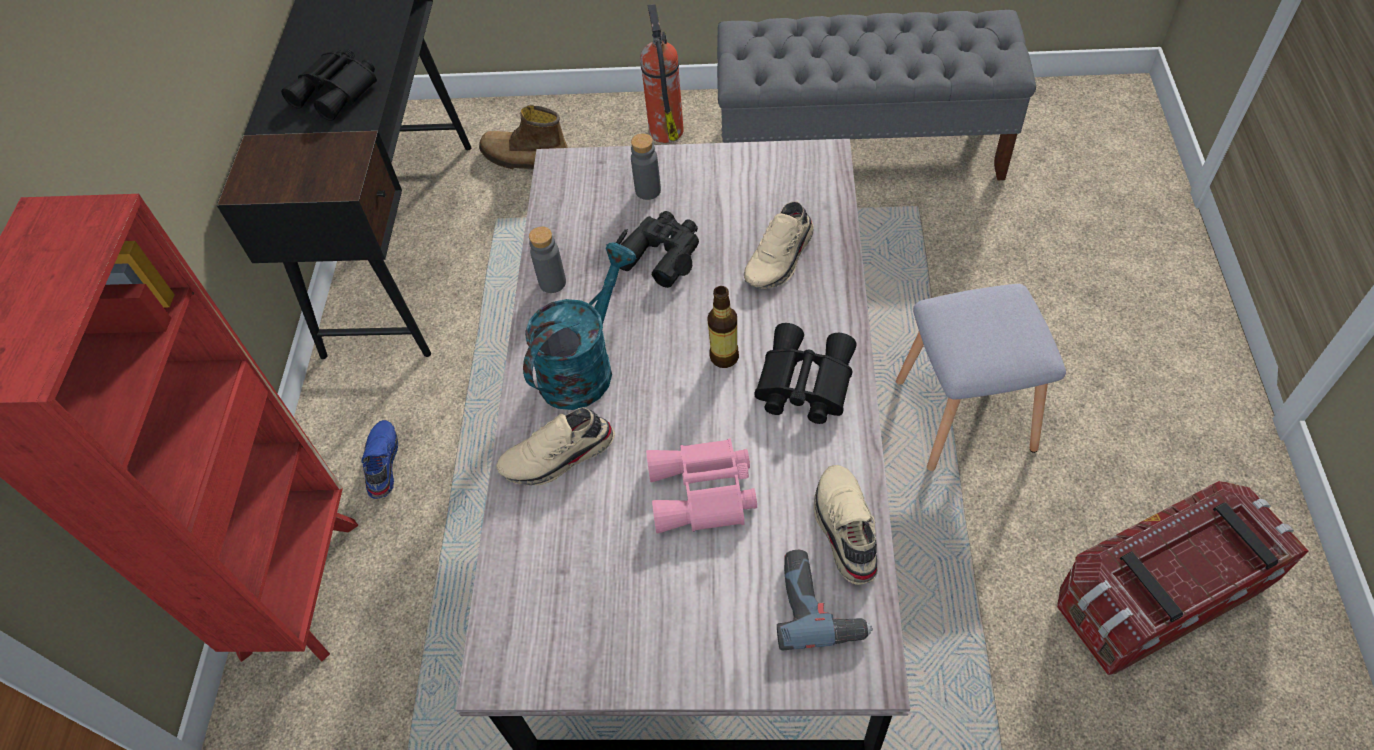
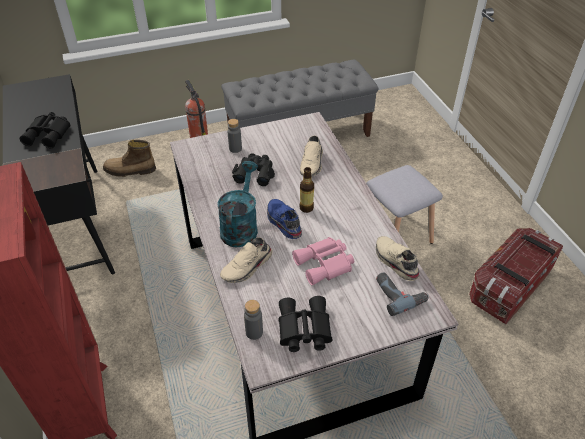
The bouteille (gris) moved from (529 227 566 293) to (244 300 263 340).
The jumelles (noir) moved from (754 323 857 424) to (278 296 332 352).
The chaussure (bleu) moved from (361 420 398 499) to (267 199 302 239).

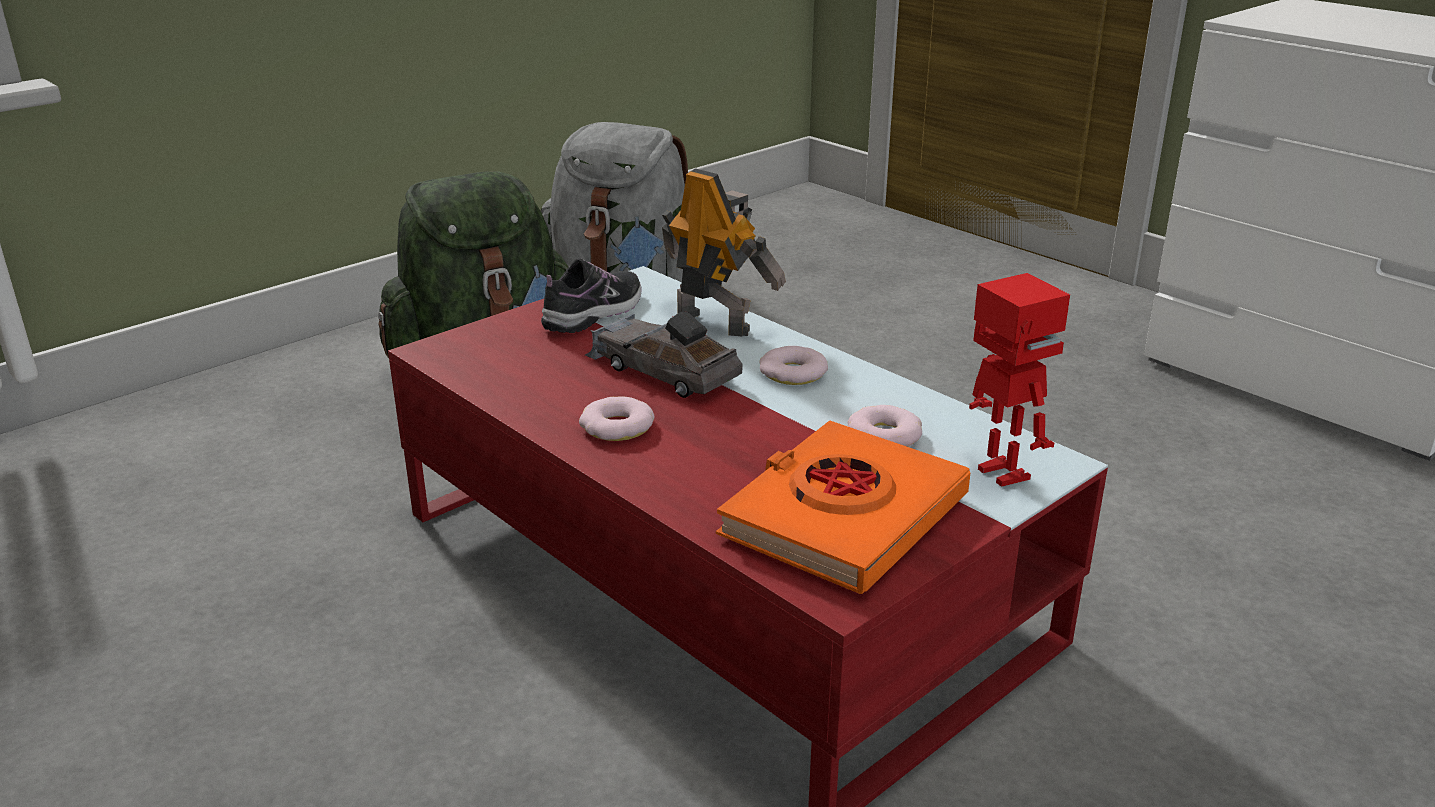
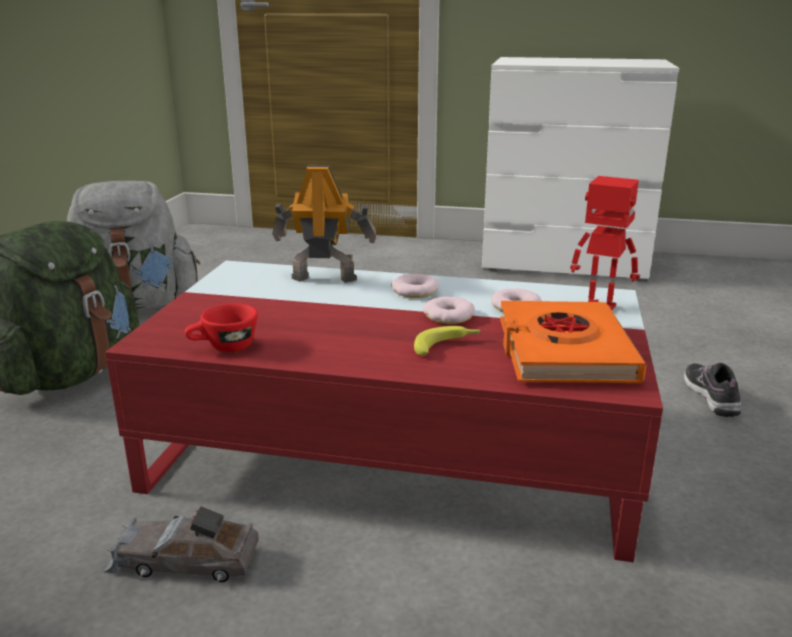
The chaussure moved from (541 258 642 333) to (684 363 742 417).
The petite voiture (gris) moved from (585 311 743 398) to (104 506 259 582).
The beignet moved from (579 396 654 441) to (423 297 475 324).
The tasse (rouge) at (185 303 258 352) appeared.
The banane at (414 326 481 356) appeared.

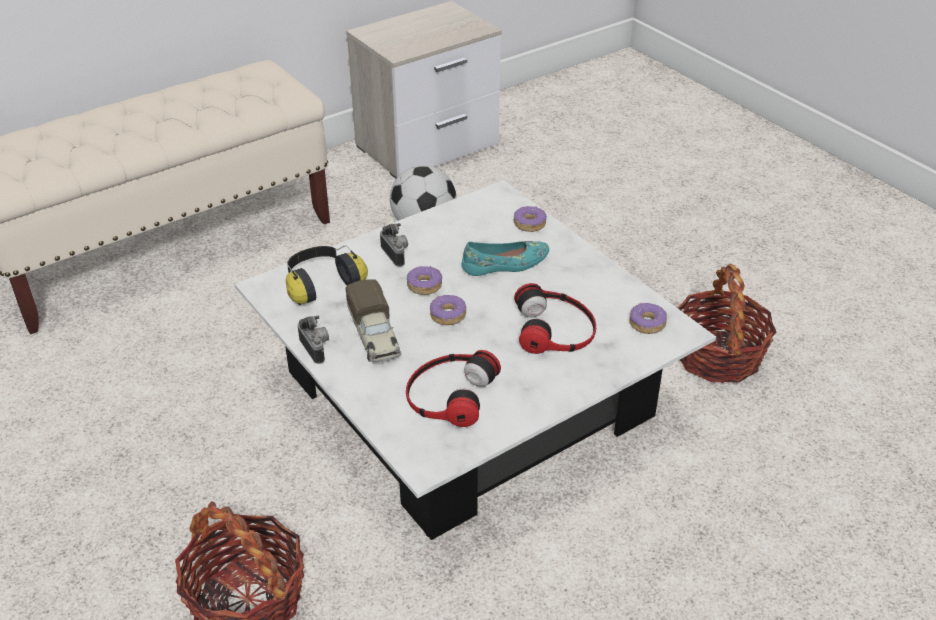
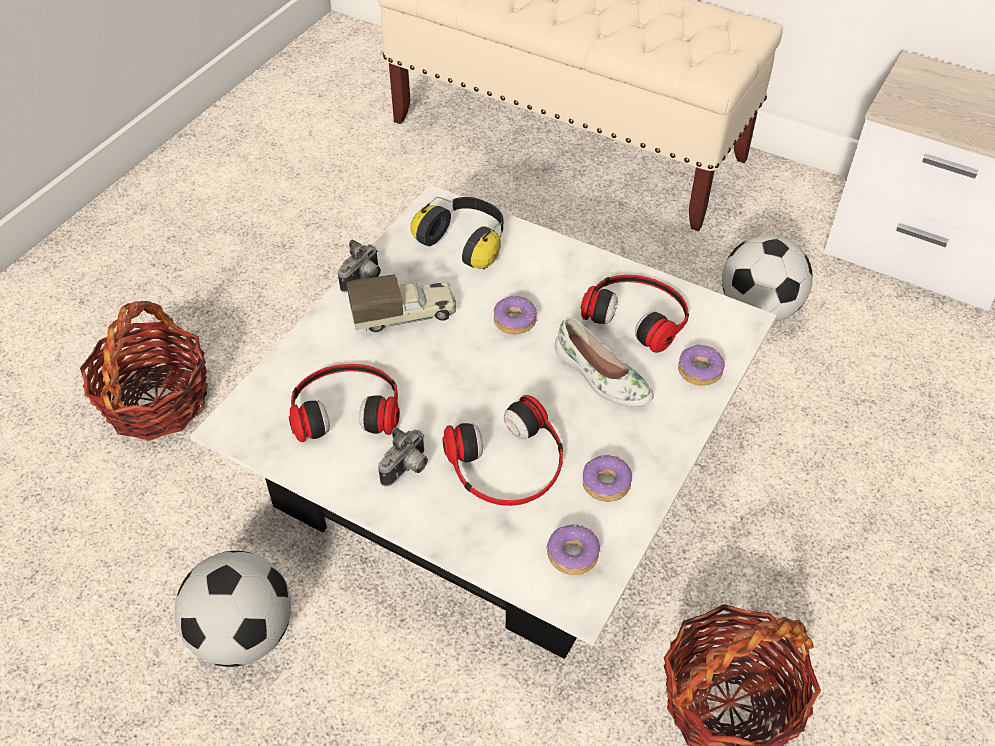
The appareil photo moved from (380 223 408 267) to (378 427 428 486).
The chaussure (turquoise) at (462 241 549 276) became the chaussure (blanc) at (555 317 654 407).
The camion jouet at (345 279 402 362) turned 150 degrees counterclockwise.
The beignet moved from (430 295 466 325) to (582 454 632 502).
The casque audio at (581 275 689 353) appeared.
The ballon de foot at (175 551 291 667) appeared.

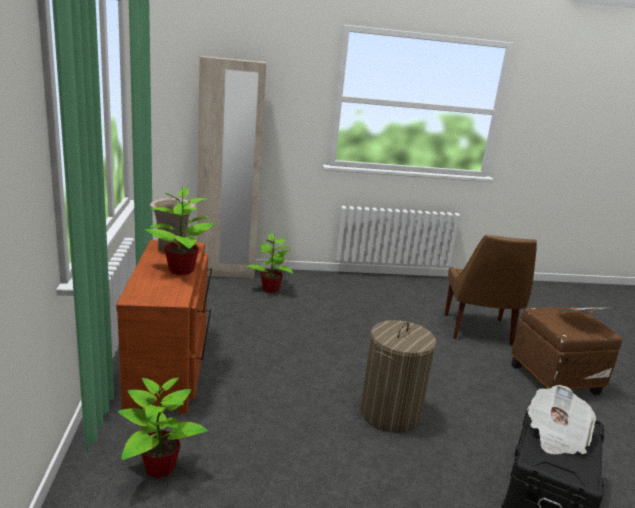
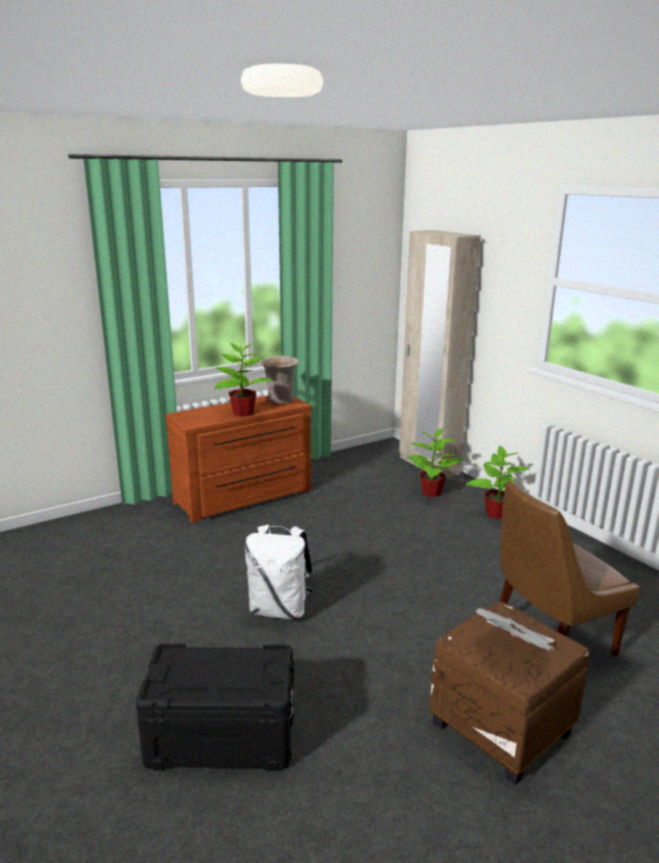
The panier à linge at (360 320 436 433) was replaced by the sac à dos (blanc) at (245 524 313 619).
The plante en pot moved from (118 377 208 478) to (465 446 530 519).
The journal at (527 385 596 454) disappeared.

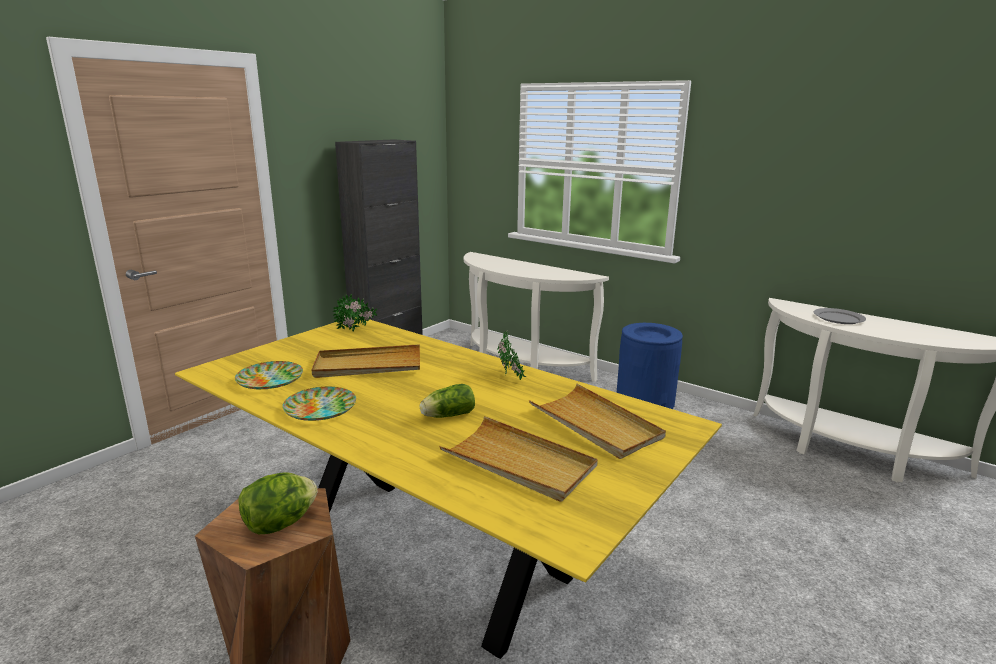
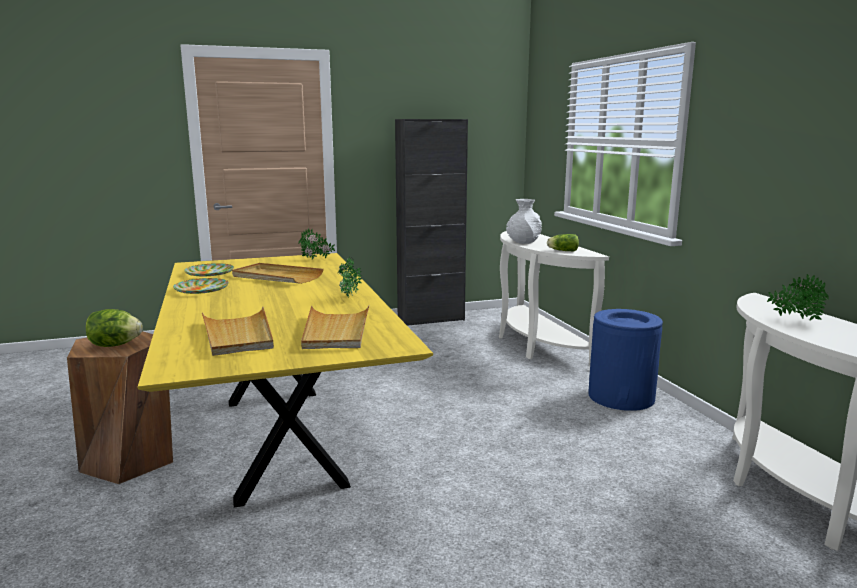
The assiette (gris) at (814 308 866 324) was replaced by the plante en pot at (767 274 829 321).
The laitue moved from (420 384 475 418) to (547 234 579 251).
The vase (blanc) at (506 199 542 244) appeared.

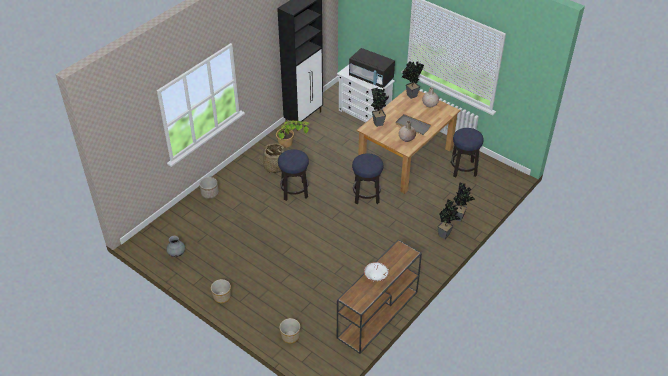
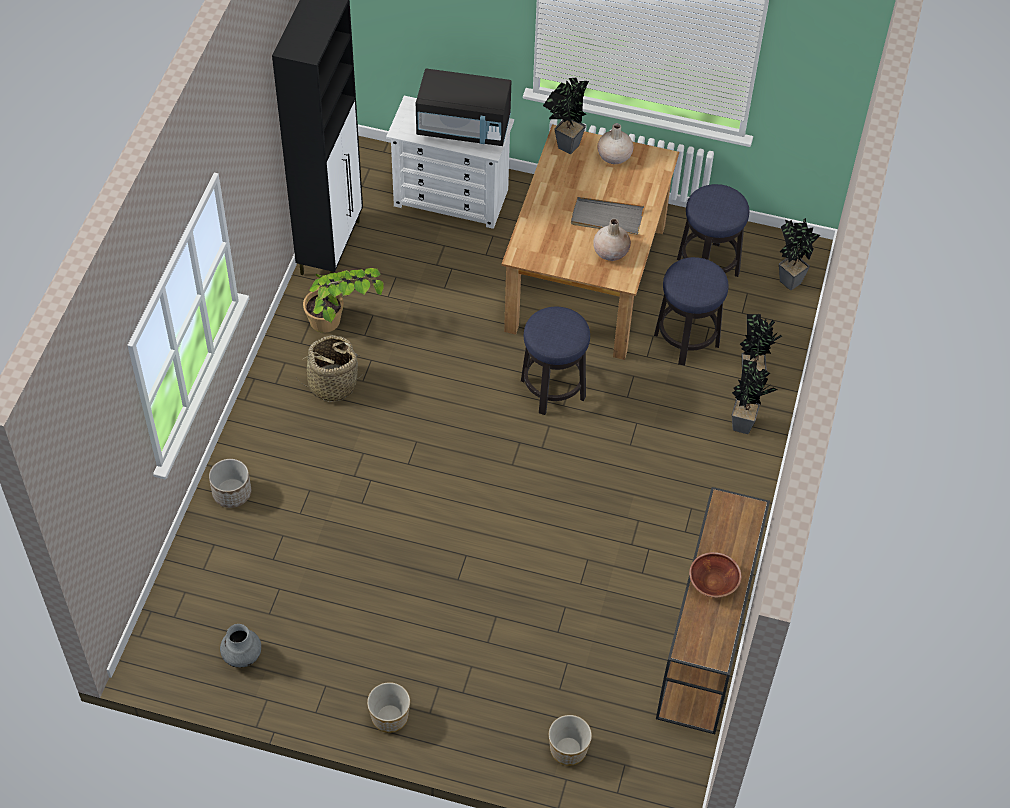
The plante en pot moved from (371 87 389 127) to (779 218 820 290).
The tabouret moved from (278 149 309 201) to (654 257 728 365).
The bol (blanc) at (364 262 389 282) became the bol (marron) at (689 552 741 598).

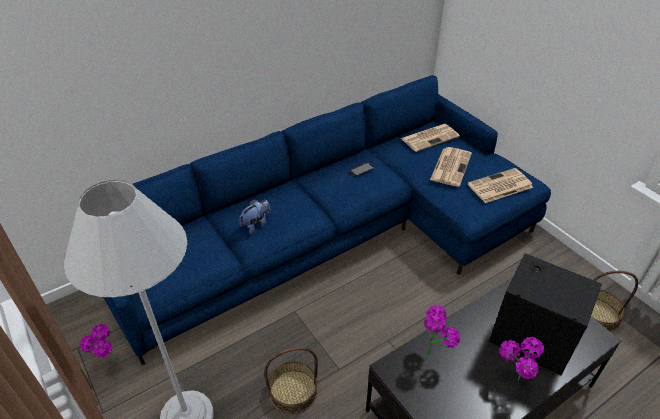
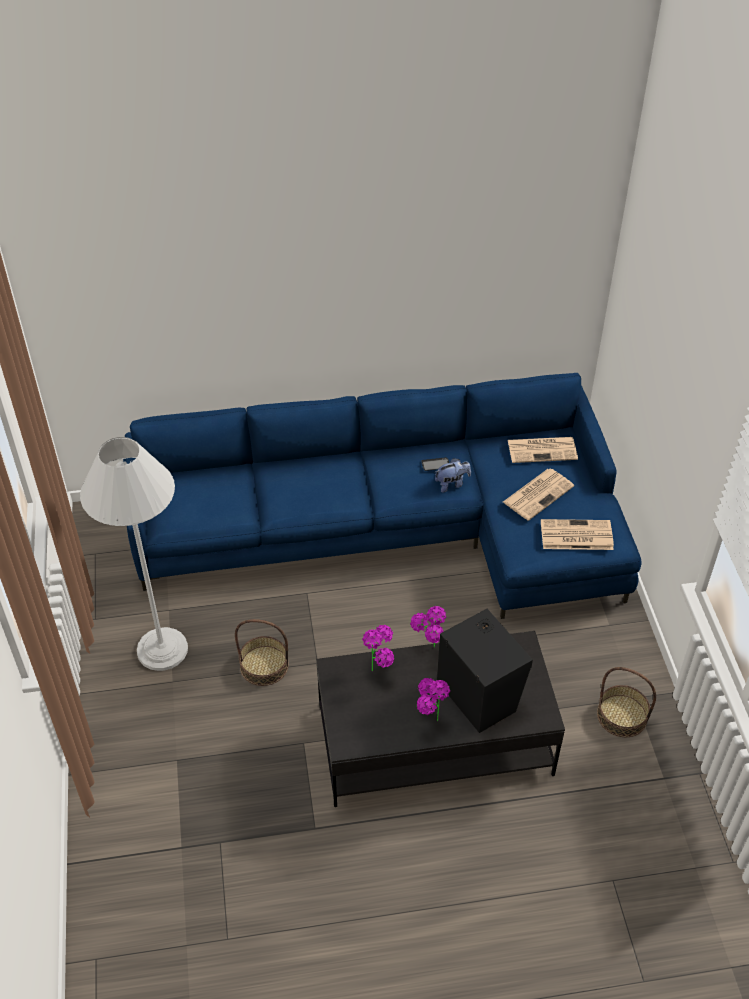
The peluche moved from (239 200 271 234) to (435 458 471 492).
The plante en pot moved from (80 324 114 360) to (410 606 446 648).

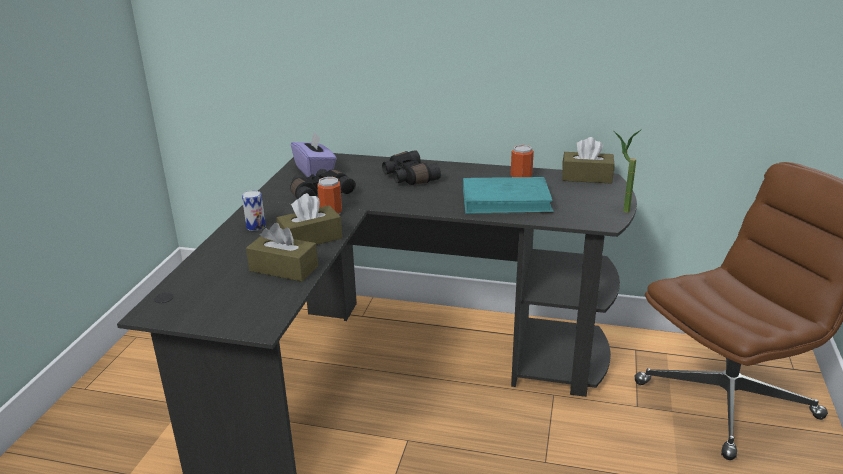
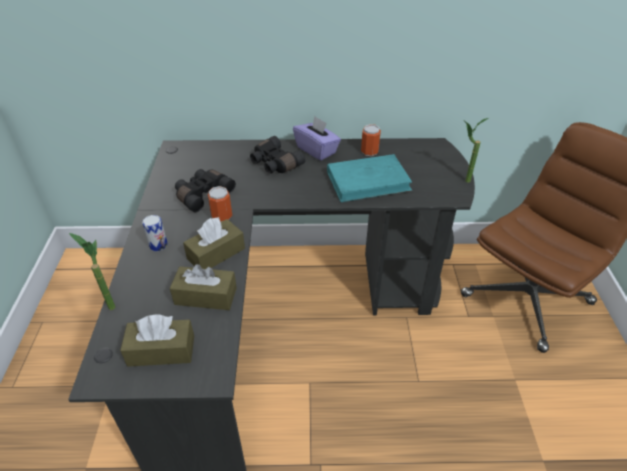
The boîte à mouchoirs (violet) moved from (291 132 337 177) to (293 116 341 160).
The boîte à mouchoirs (marron) moved from (562 137 614 184) to (120 314 194 367).
The plante en pot at (69 233 115 310) appeared.

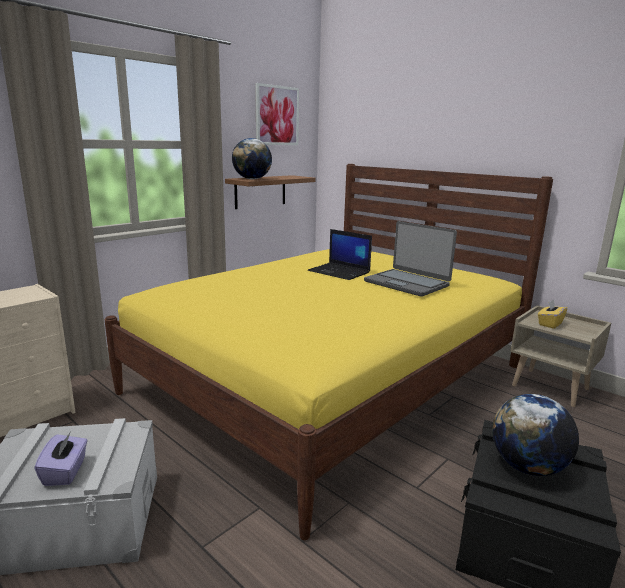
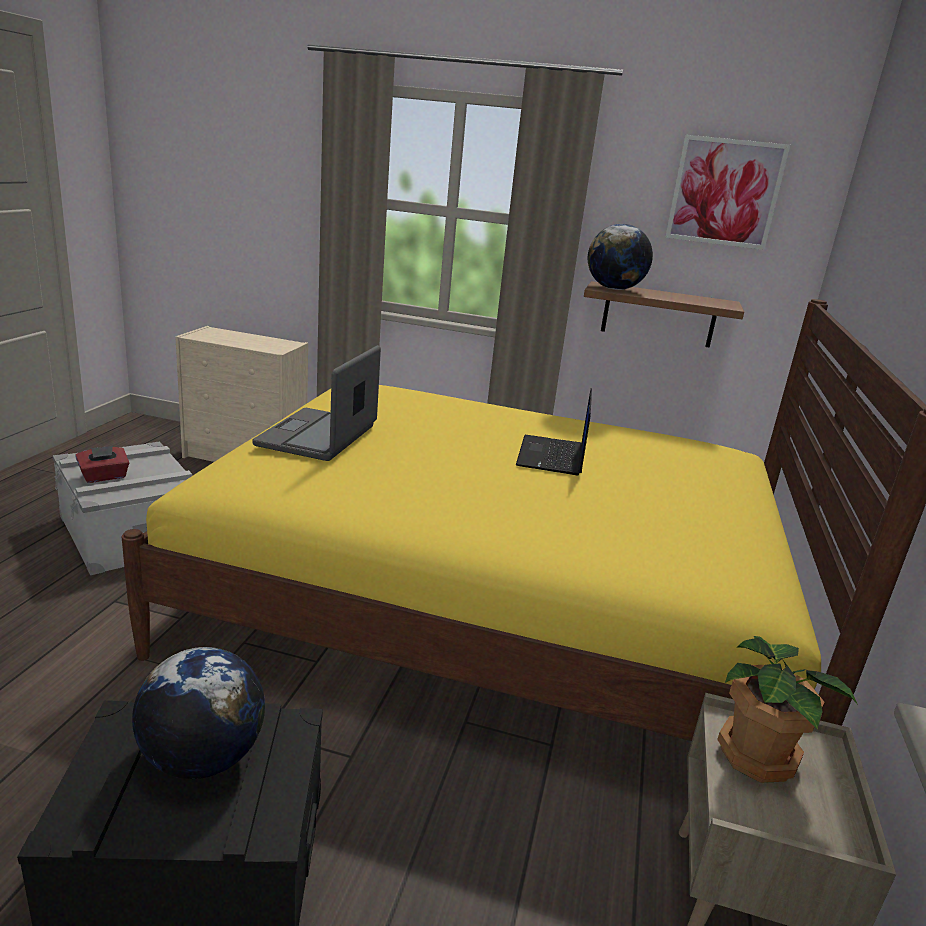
The ordinateur portable moved from (364 221 457 297) to (252 345 381 461).
The boîte à mouchoirs (jaune) at (538 299 567 329) was replaced by the plante en pot at (717 636 858 783).
The boîte à mouchoirs (violet) at (34 432 88 486) became the boîte à mouchoirs (rouge) at (75 446 129 483).

